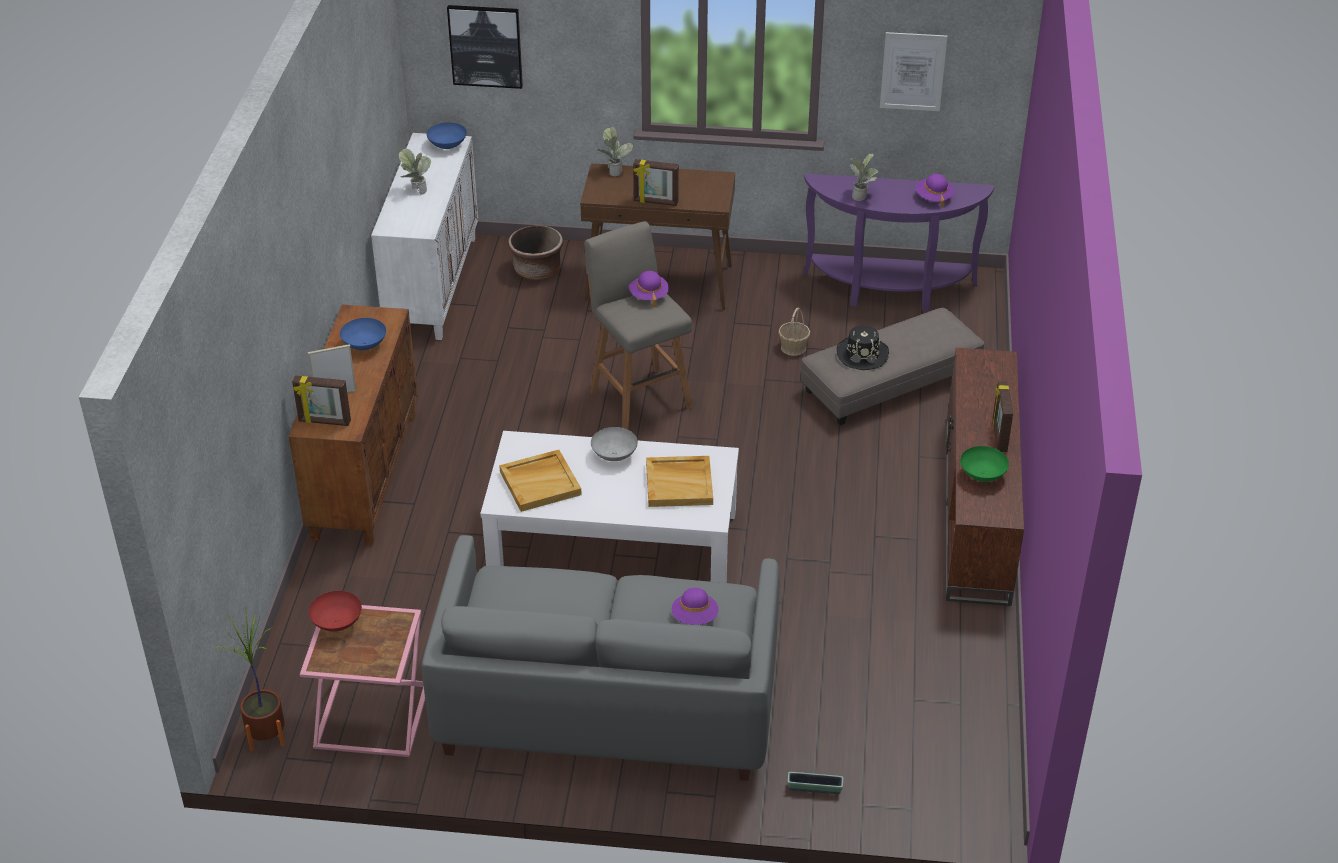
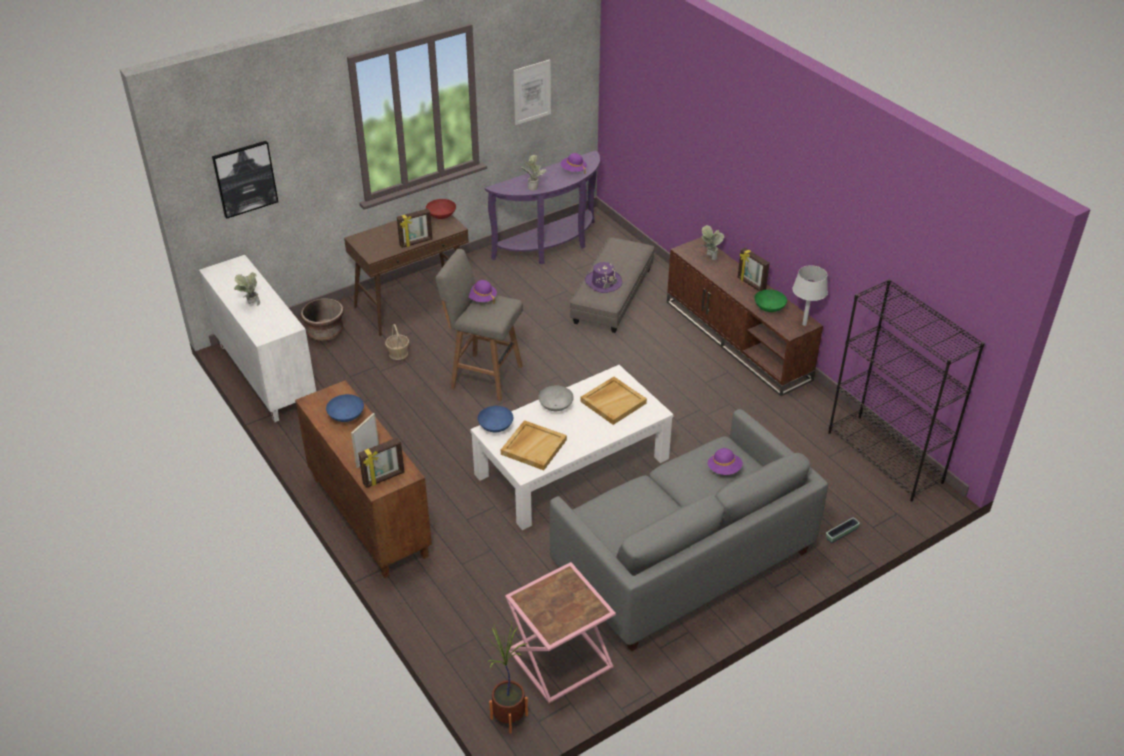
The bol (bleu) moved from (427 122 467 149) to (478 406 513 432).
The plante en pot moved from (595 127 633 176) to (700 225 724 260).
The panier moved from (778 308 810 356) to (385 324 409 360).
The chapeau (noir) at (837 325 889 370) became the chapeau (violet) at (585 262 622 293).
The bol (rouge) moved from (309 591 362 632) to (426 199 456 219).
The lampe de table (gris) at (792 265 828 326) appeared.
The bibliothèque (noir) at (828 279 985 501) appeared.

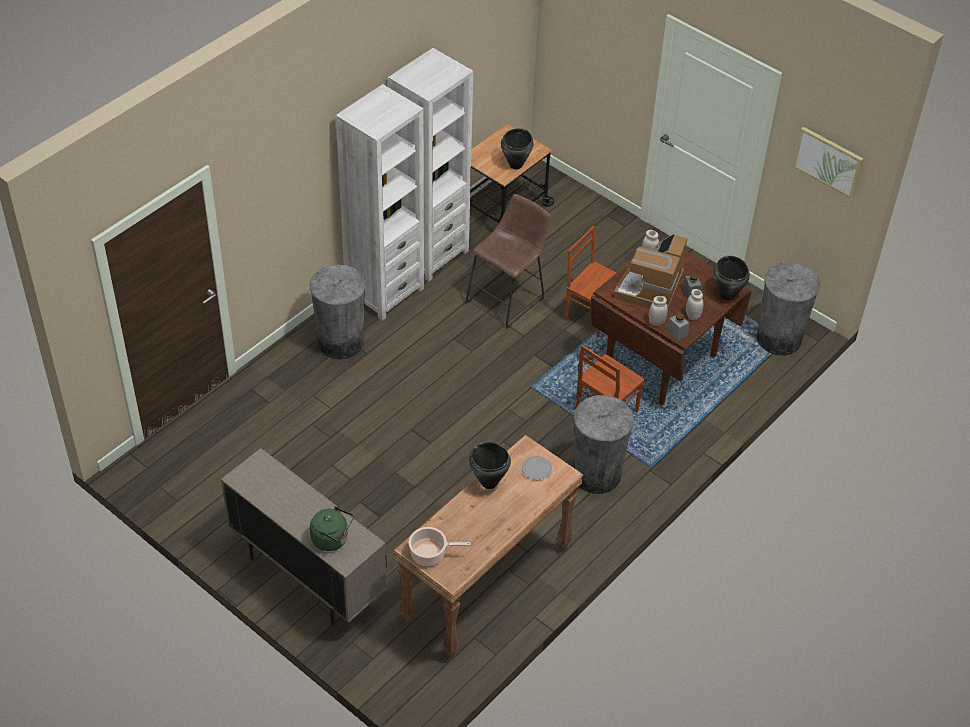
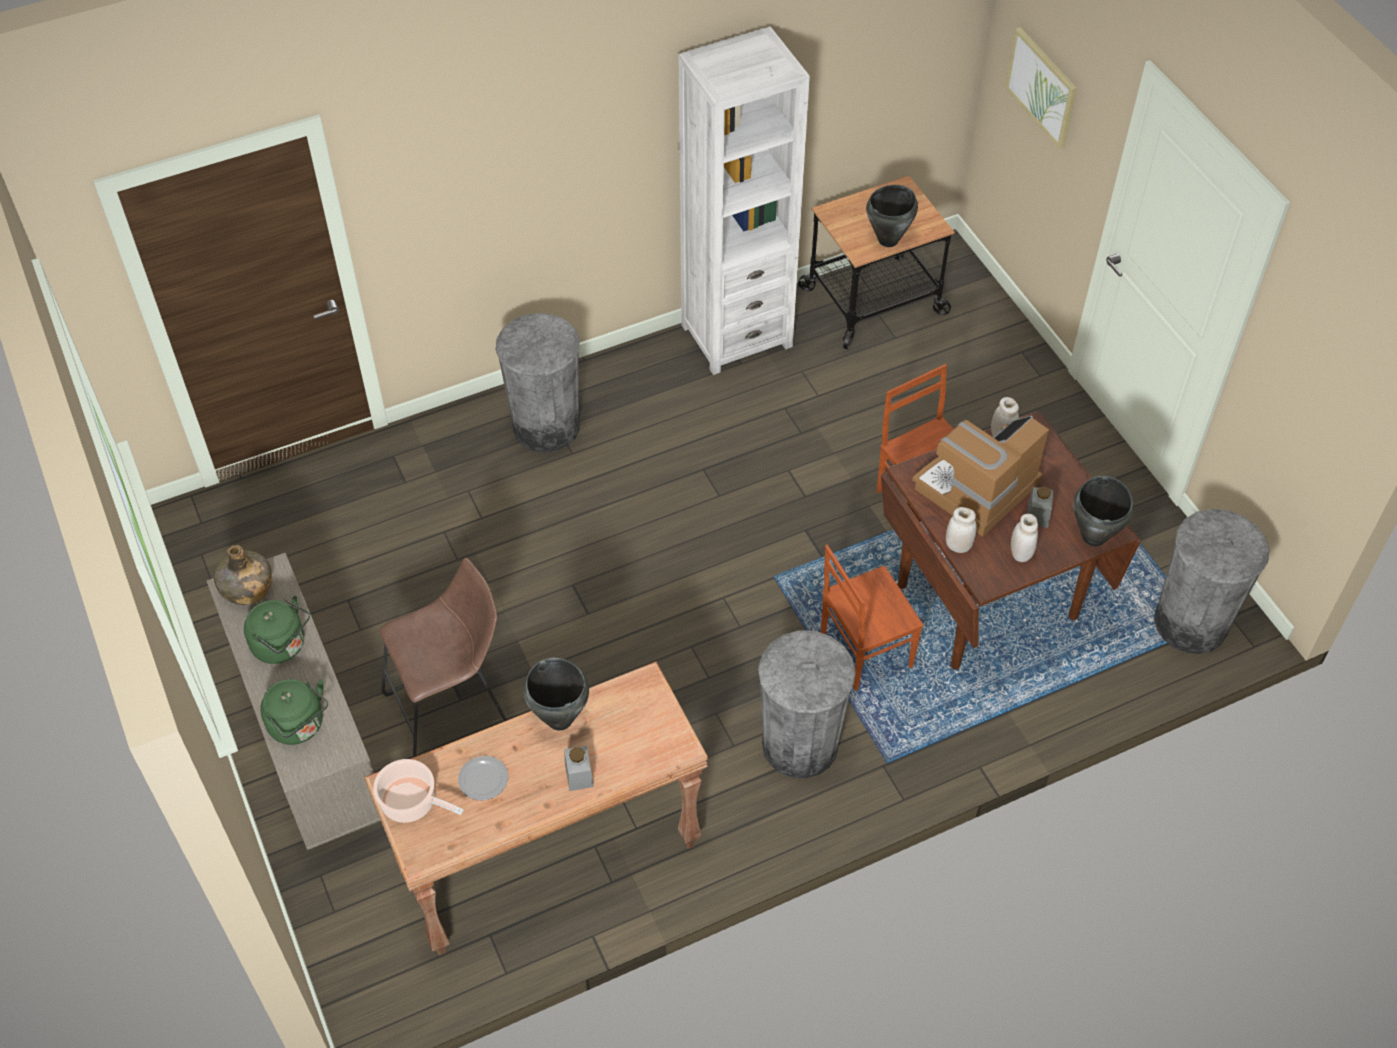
The bibliothèque (blanc) at (336 84 424 321) disappeared.
The tableau moved from (793 127 864 199) to (1005 27 1077 149).
The tabouret (marron) moved from (466 194 550 328) to (380 558 507 757).
The bocal (gris) moved from (667 313 689 341) to (564 746 594 791).
The assiette moved from (522 456 552 480) to (458 756 508 801).
The bouteille (vert) at (214 545 272 605) appeared.
The bouilloire (vert) at (244 596 310 664) appeared.

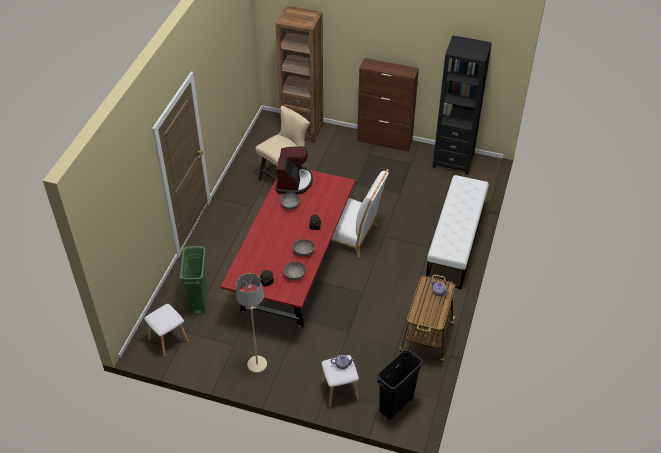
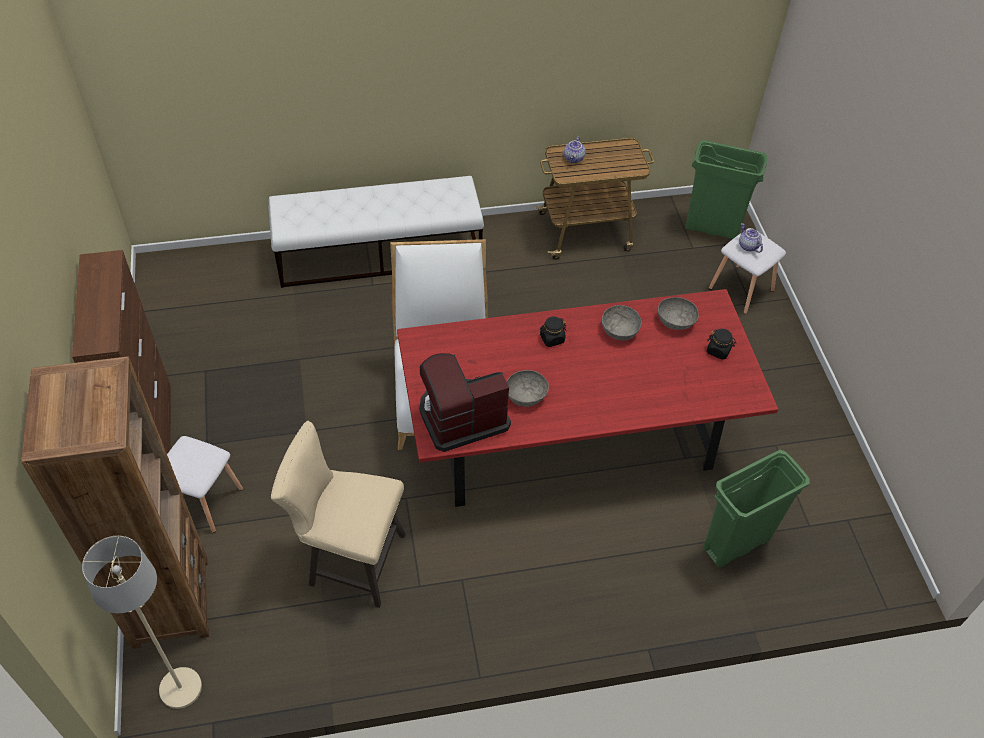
The bibliothèque (noir) at (432 35 492 175) disappeared.
The lampadaire (beige) moved from (236 273 267 373) to (82 536 202 709).
The tabouret (blanc) moved from (144 304 189 358) to (167 436 243 533).
The poubelle (noir) at (376 349 423 420) became the poubelle (vert) at (685 140 767 239).

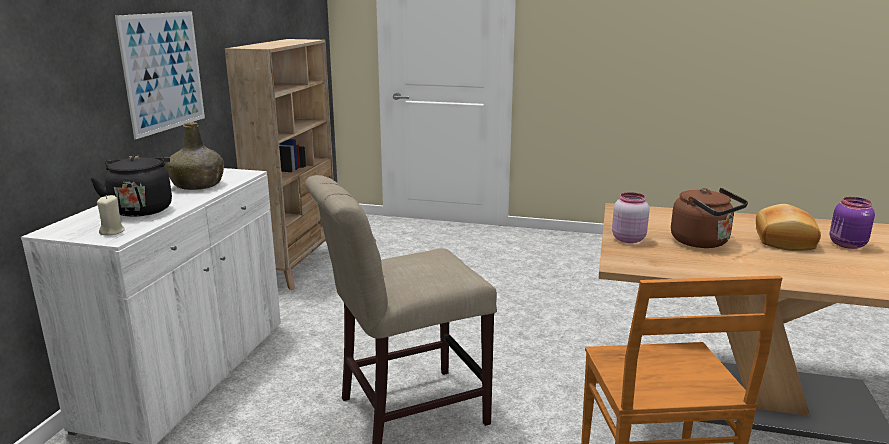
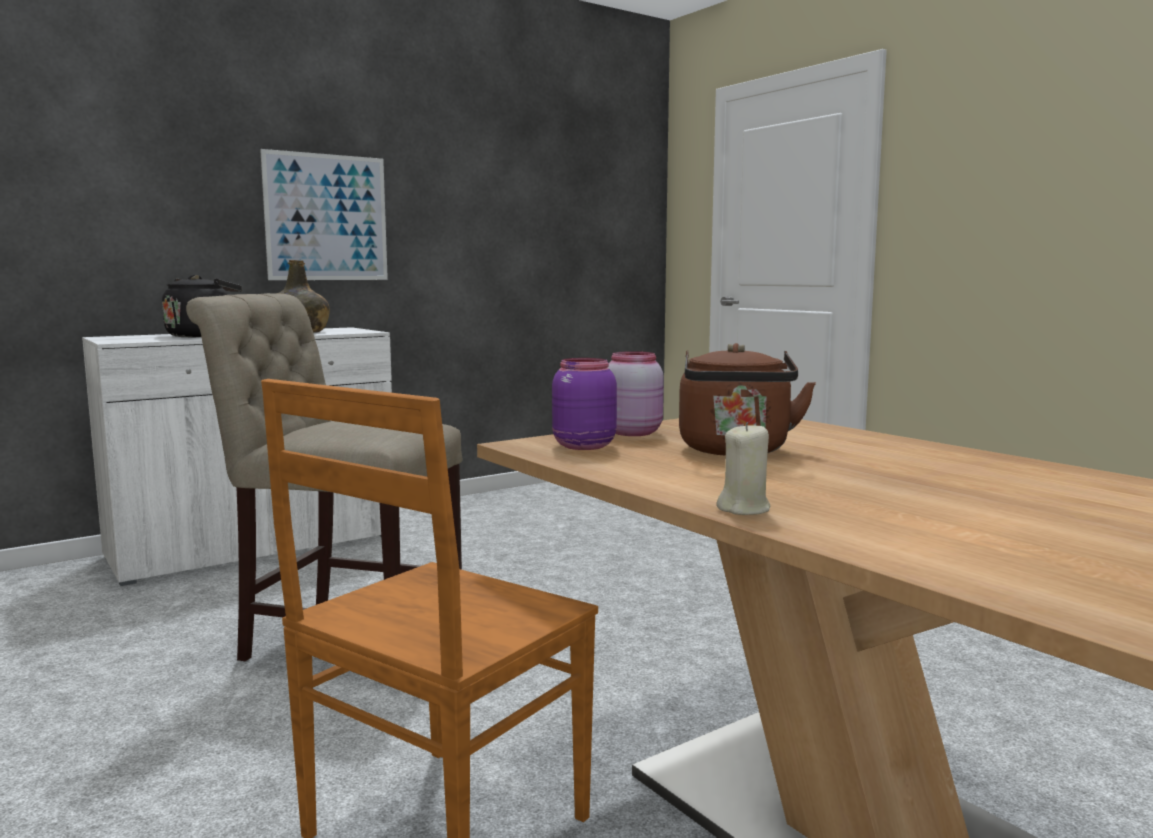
The bibliothèque (beige) at (225 39 334 290) disappeared.
The bougie (beige) moved from (97 195 125 236) to (716 422 770 515).
The bocal (violet) moved from (830 197 875 249) to (552 358 617 450).
The pain at (756 204 821 251) disappeared.

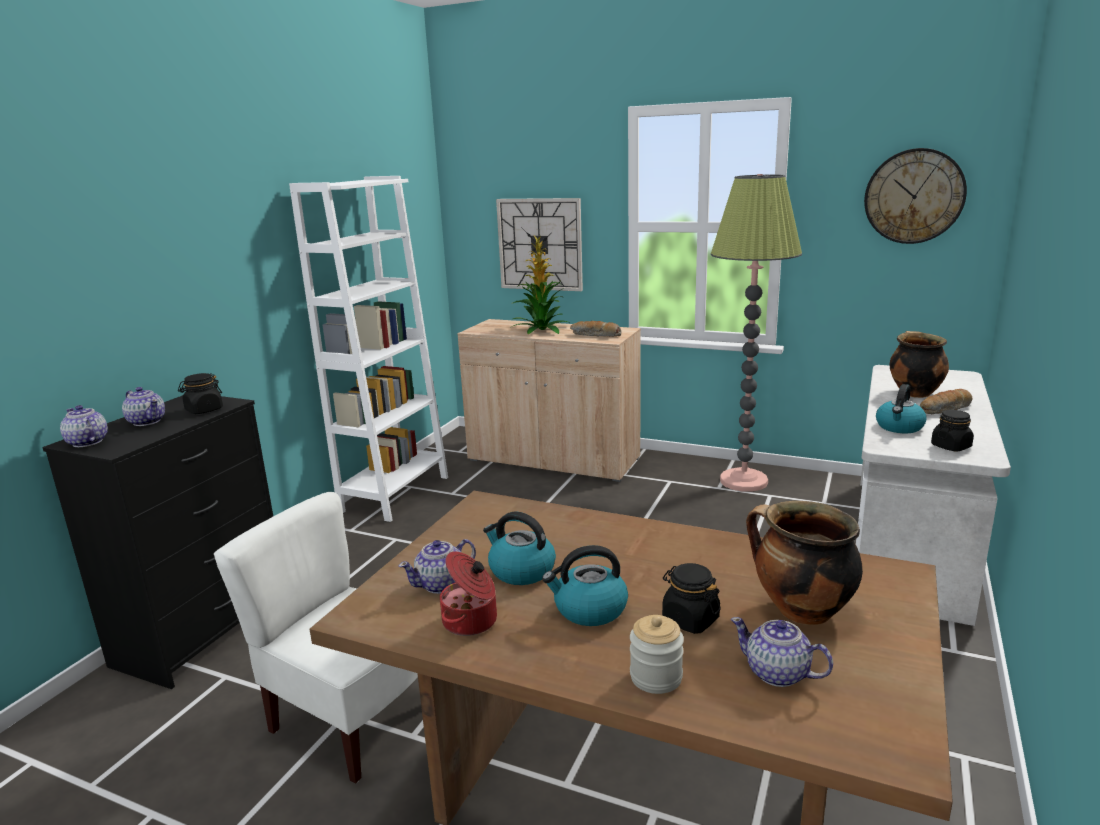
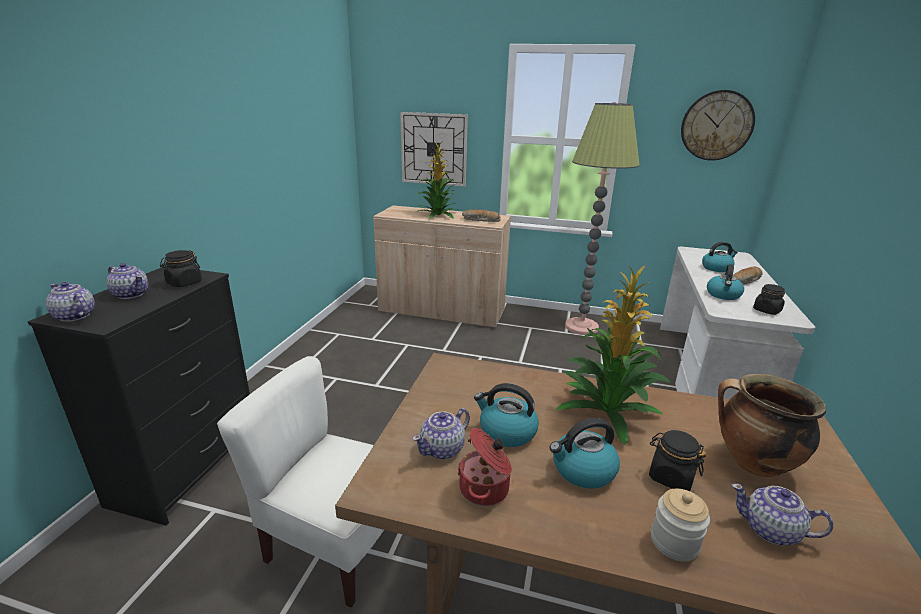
The bibliothèque (blanc) at (289 176 448 522) disappeared.
The marmite at (890 331 949 398) was replaced by the bouilloire at (702 242 738 272).
The plante en pot at (556 265 671 445) appeared.

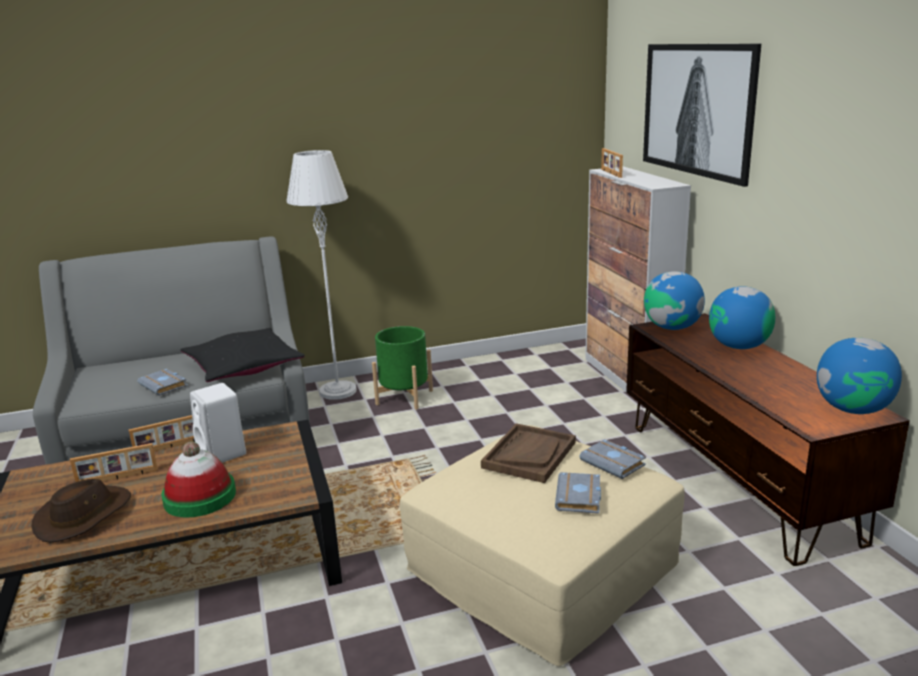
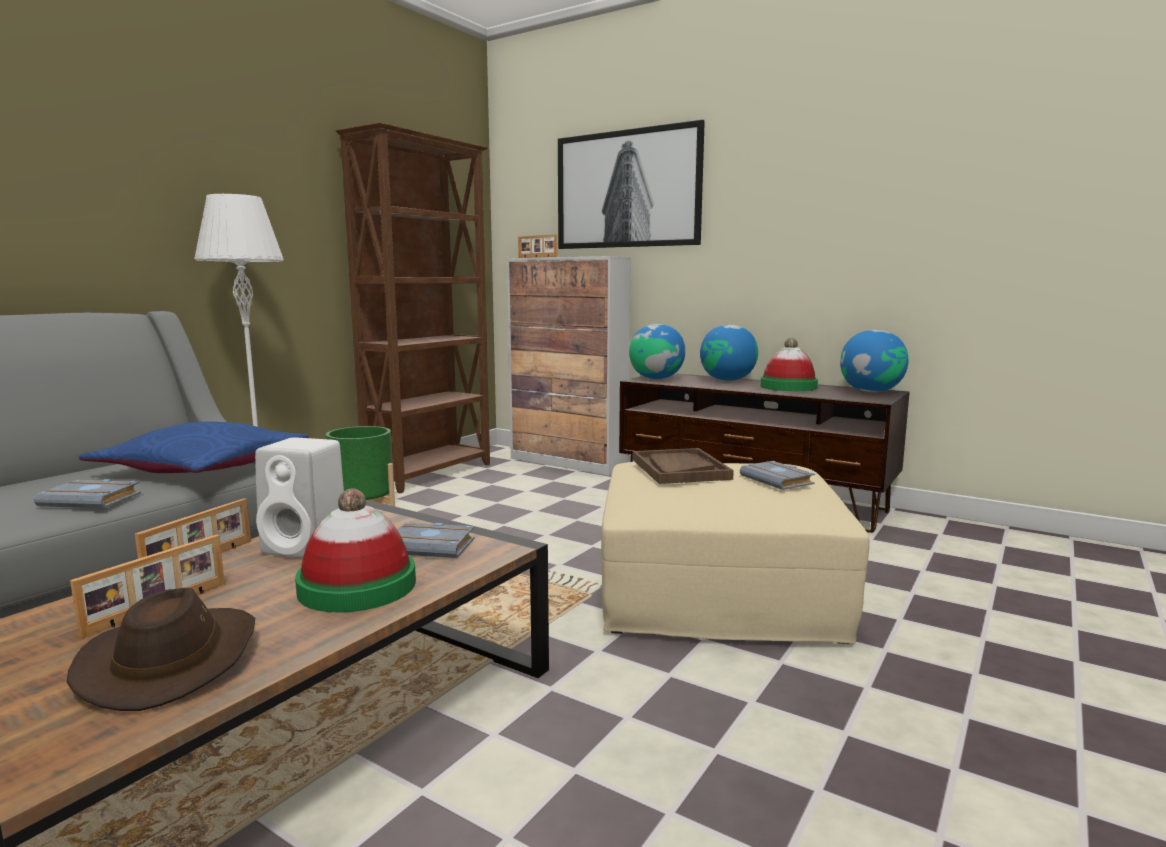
The coussin (noir) at (180 328 305 382) became the coussin (bleu) at (79 422 308 473).
The livre (gris) moved from (580 439 646 479) to (397 522 475 558).
The bibliothèque (marron) at (336 122 490 493) appeared.
The chapeau at (760 338 818 391) appeared.

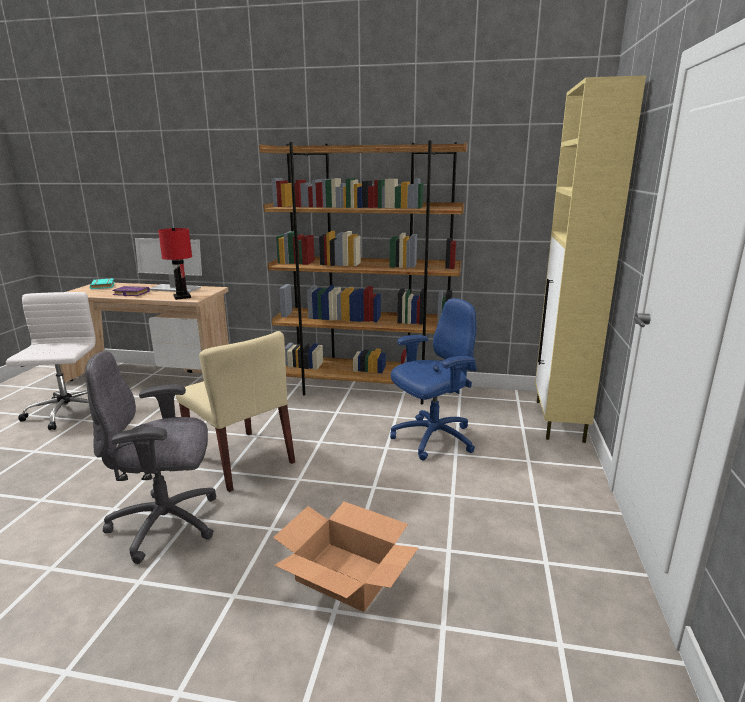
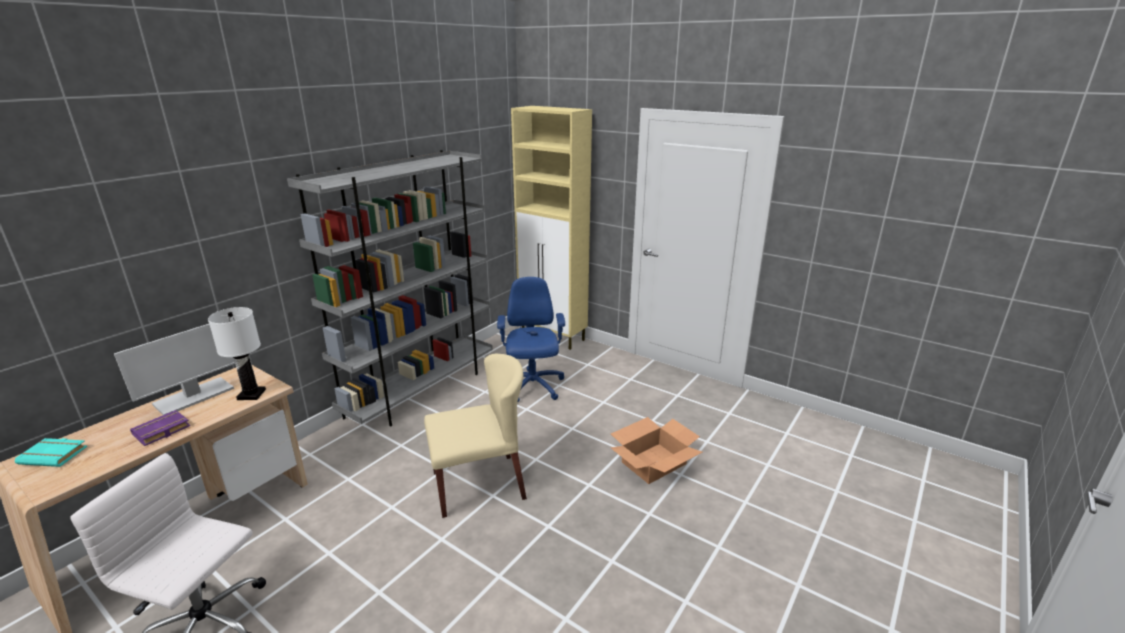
The bibliothèque (marron) at (259 140 467 405) became the bibliothèque (gris) at (287 150 493 427).
The lampe de table (rouge) at (158 228 192 300) became the lampe de table (blanc) at (208 307 266 400).
The chaise de bureau (gris) at (85 351 216 564) disappeared.

